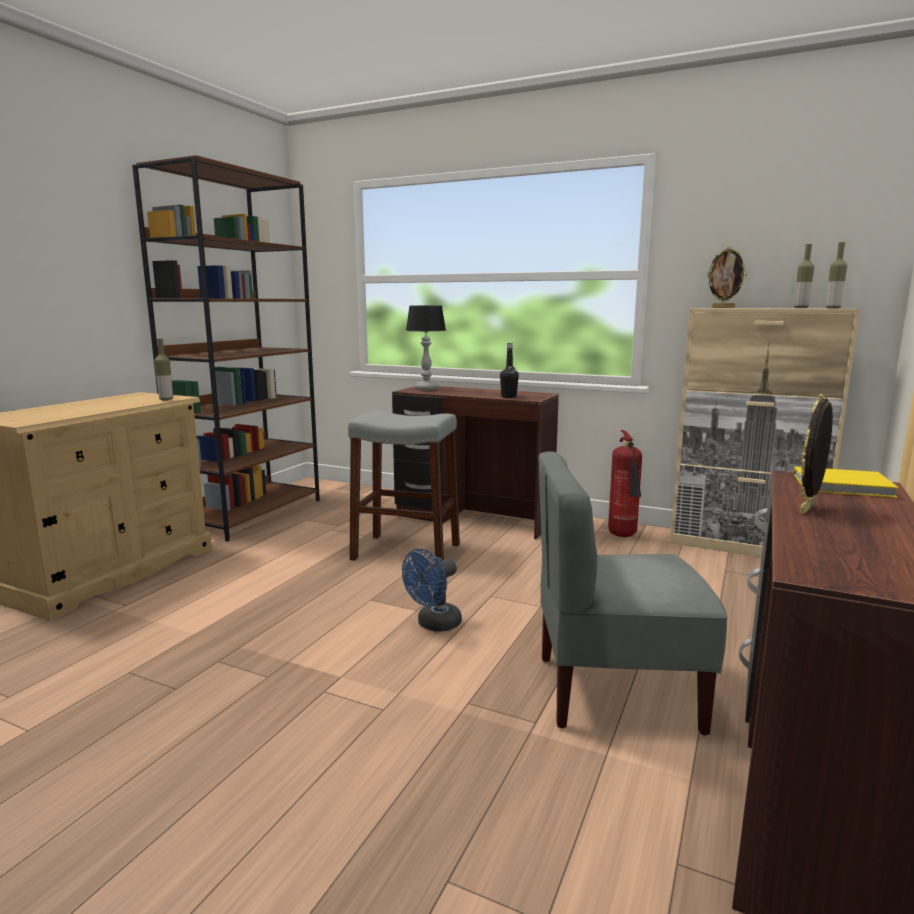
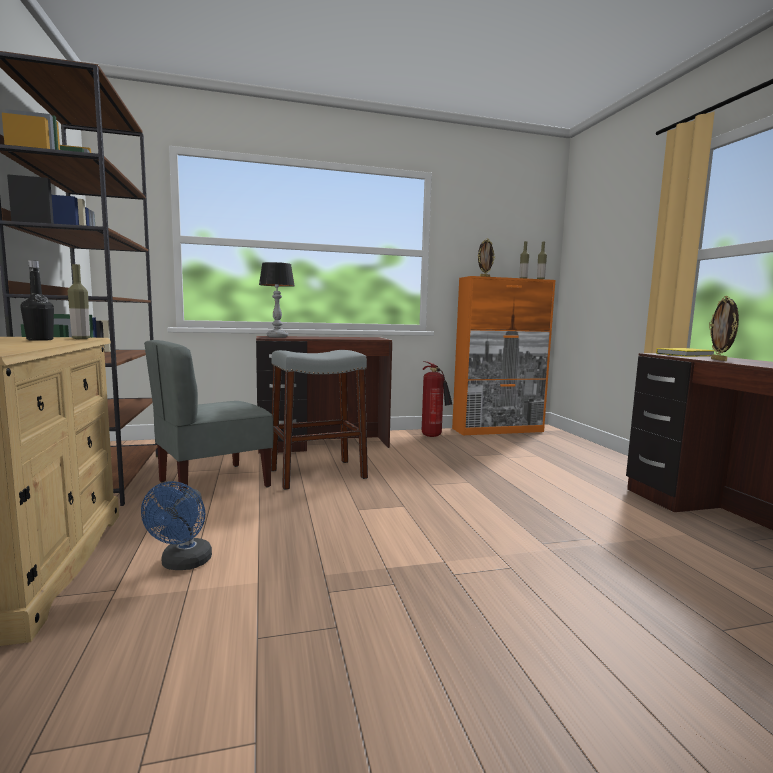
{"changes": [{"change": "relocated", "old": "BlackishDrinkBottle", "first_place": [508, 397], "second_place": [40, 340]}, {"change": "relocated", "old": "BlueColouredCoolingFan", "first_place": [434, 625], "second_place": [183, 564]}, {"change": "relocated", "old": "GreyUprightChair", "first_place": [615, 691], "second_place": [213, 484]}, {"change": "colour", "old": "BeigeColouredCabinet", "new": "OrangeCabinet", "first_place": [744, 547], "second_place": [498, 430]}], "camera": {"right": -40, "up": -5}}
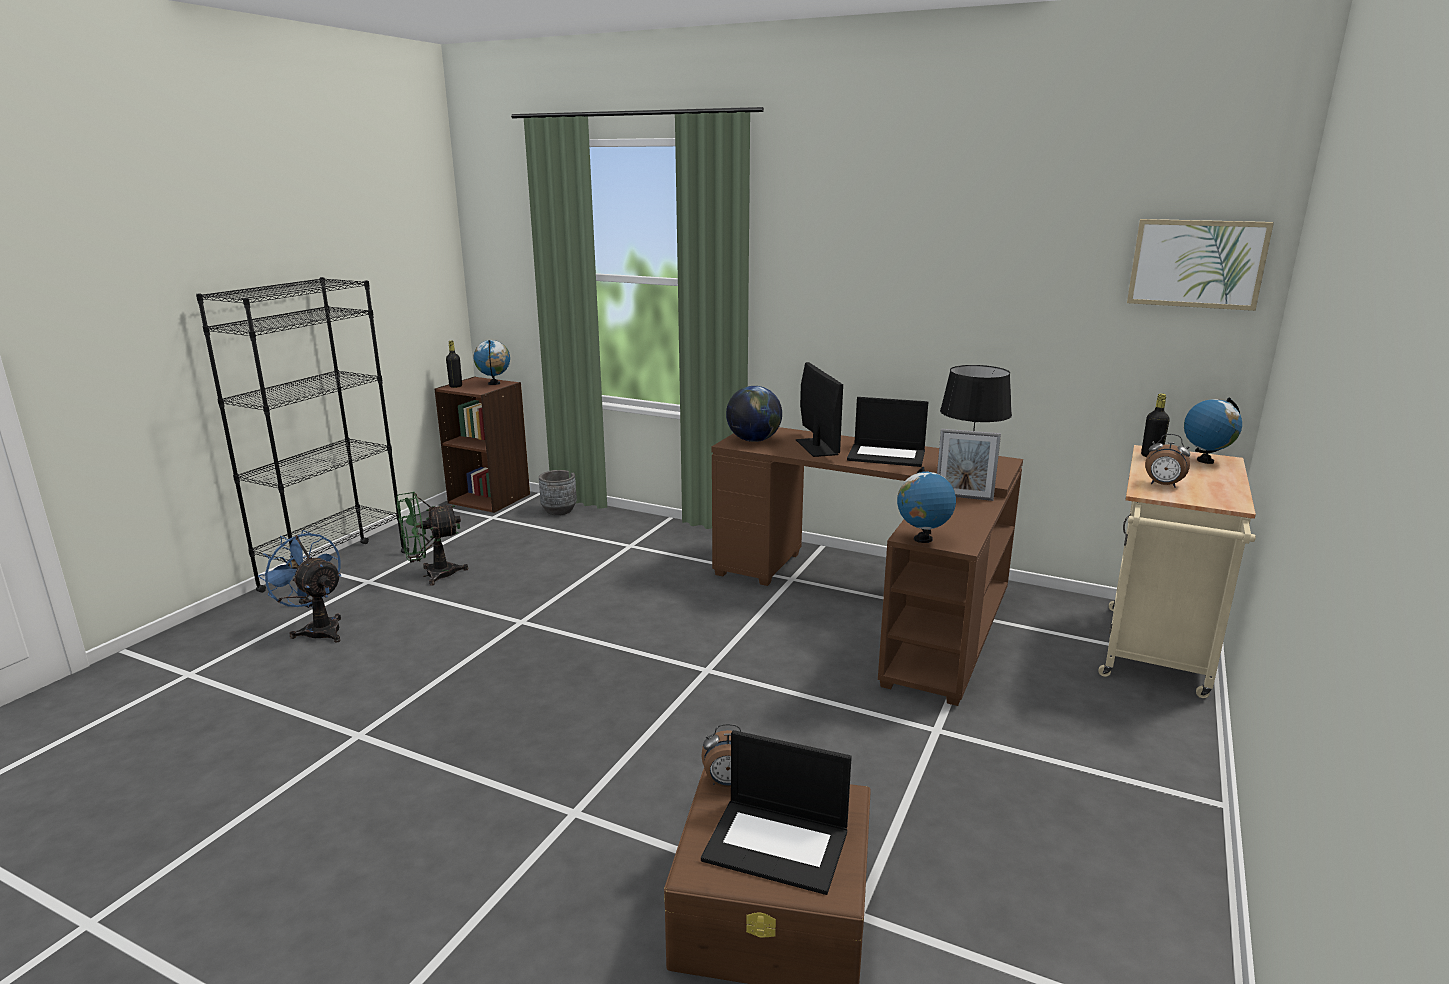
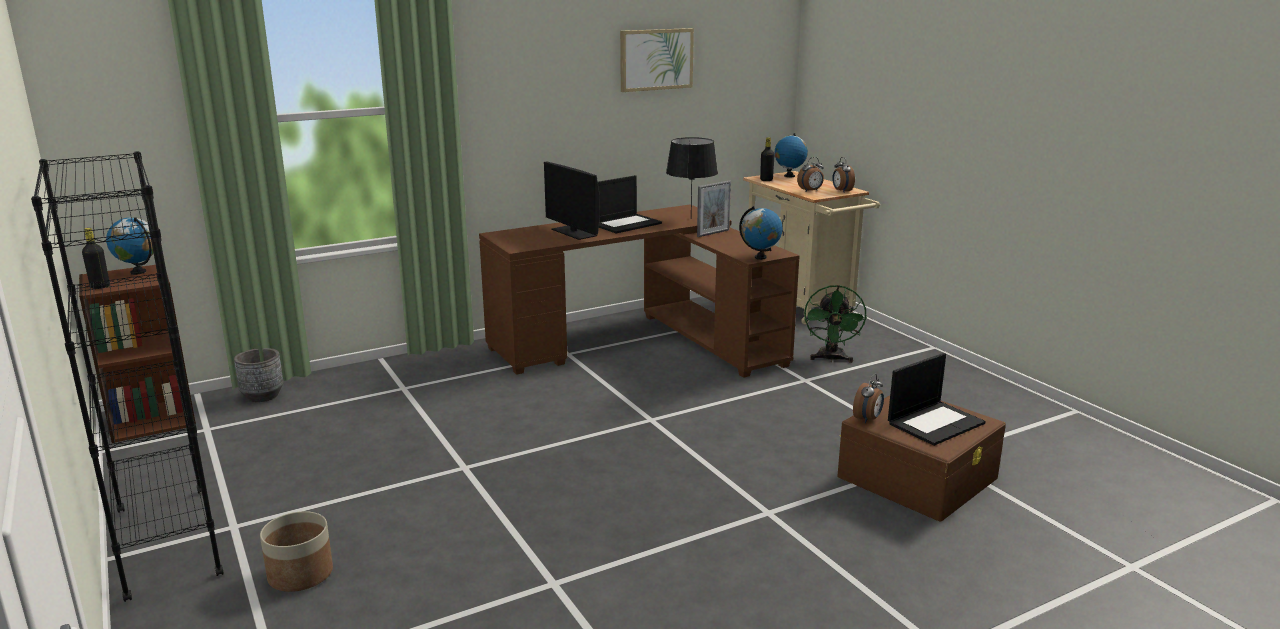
{"changes": [{"change": "exchanged", "old": "BlueColouredCoolingFan", "new": "PlantPot", "first_place": [318, 629], "second_place": [301, 574]}, {"change": "spun", "old": "ComputerDisplay", "first_place": [816, 447], "second_place": [574, 232], "degrees": -150}, {"change": "relocated", "old": "WallArt", "first_place": [1196, 263], "second_place": [656, 59]}, {"change": "relocated", "old": "GreenColouredCoolingFan", "first_place": [432, 575], "second_place": [831, 359]}, {"change": "appeared", "new": "AlarmClock", "second_place": [841, 191]}, {"change": "missing", "old": "WorldGlobe", "first_place": [754, 440]}], "camera": {"right": -55, "up": 0}}
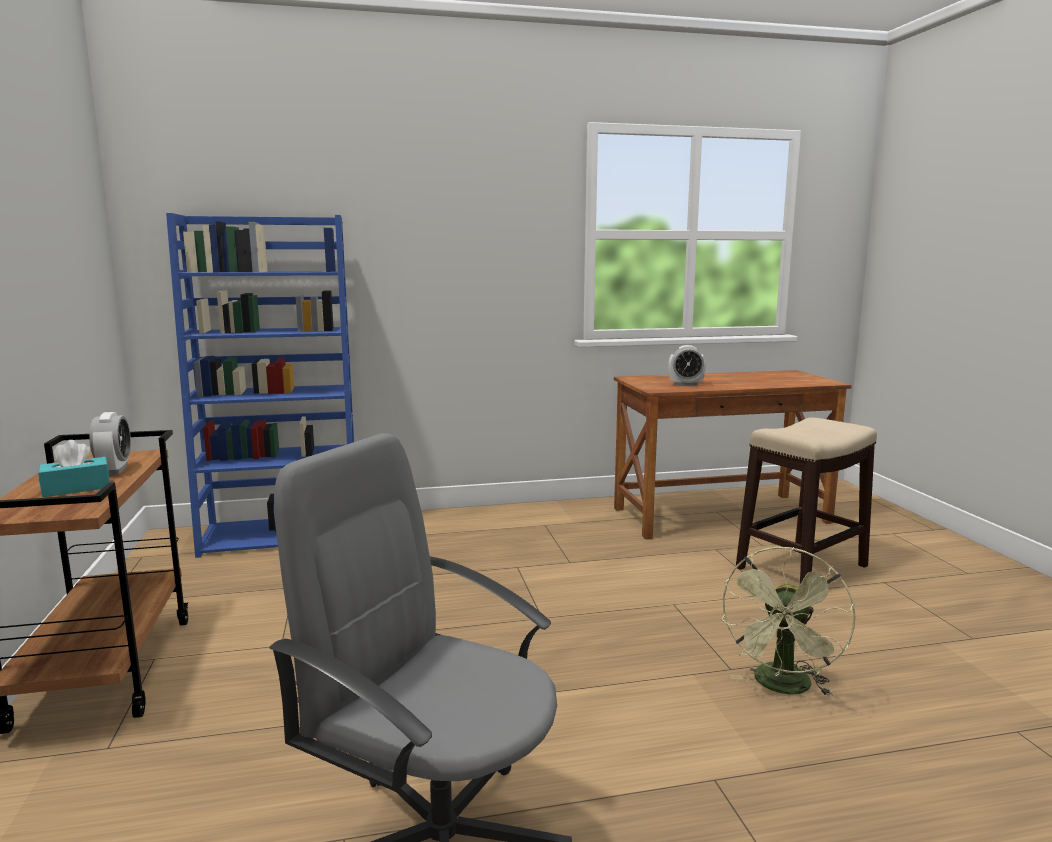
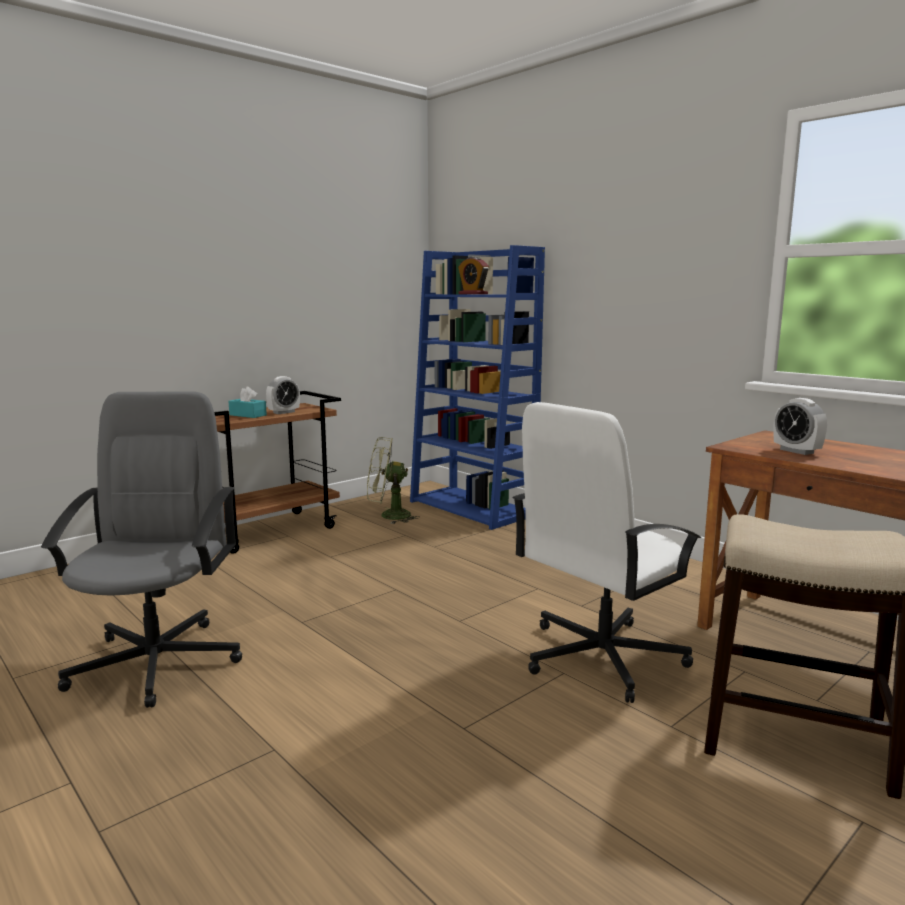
{"changes": [{"change": "relocated", "old": "GreenColouredCoolingFan", "first_place": [782, 687], "second_place": [388, 516]}, {"change": "appeared", "new": "AlarmClock", "second_place": [473, 294]}, {"change": "appeared", "new": "WhiteComputerChair", "second_place": [600, 657]}], "camera": {"right": 60, "up": 0}}
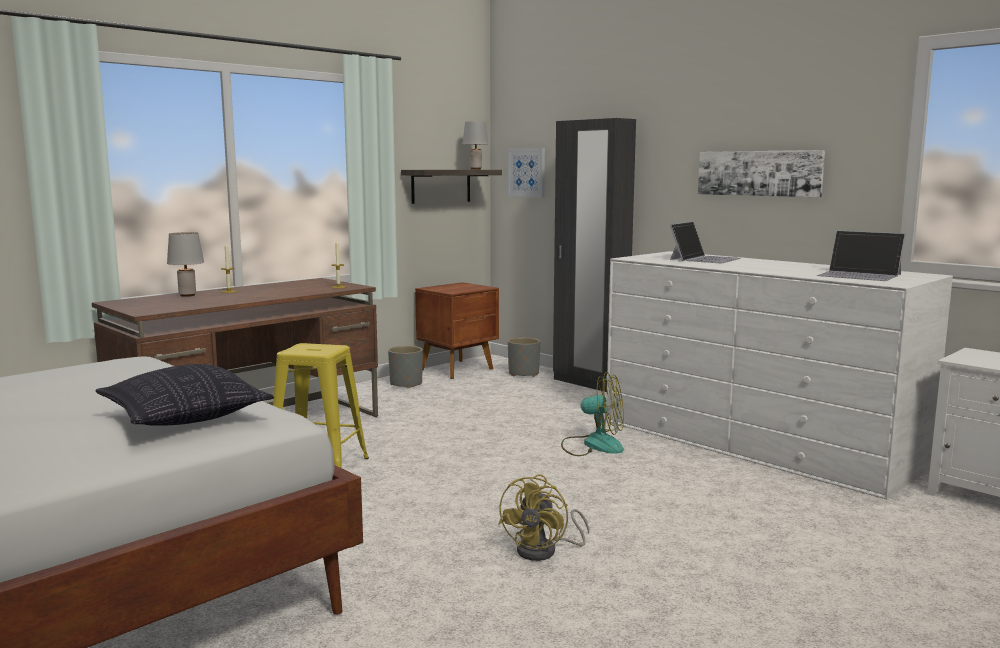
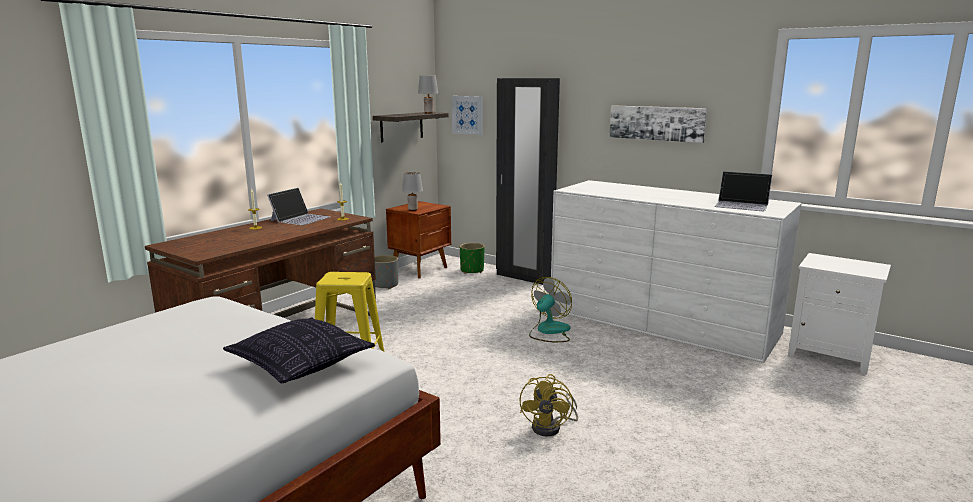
{"changes": [{"change": "relocated", "old": "Laptop", "first_place": [704, 259], "second_place": [300, 219]}, {"change": "relocated", "old": "GreyTableLamp", "first_place": [187, 295], "second_place": [412, 210]}, {"change": "colour", "old": "GreyPlantPot", "new": "GreenColouredPlantPot", "first_place": [523, 373], "second_place": [472, 270]}, {"change": "spun", "old": "CoolingFan", "first_place": [593, 445], "second_place": [549, 331], "degrees": -60}], "camera": {"right": -10, "up": 5}}
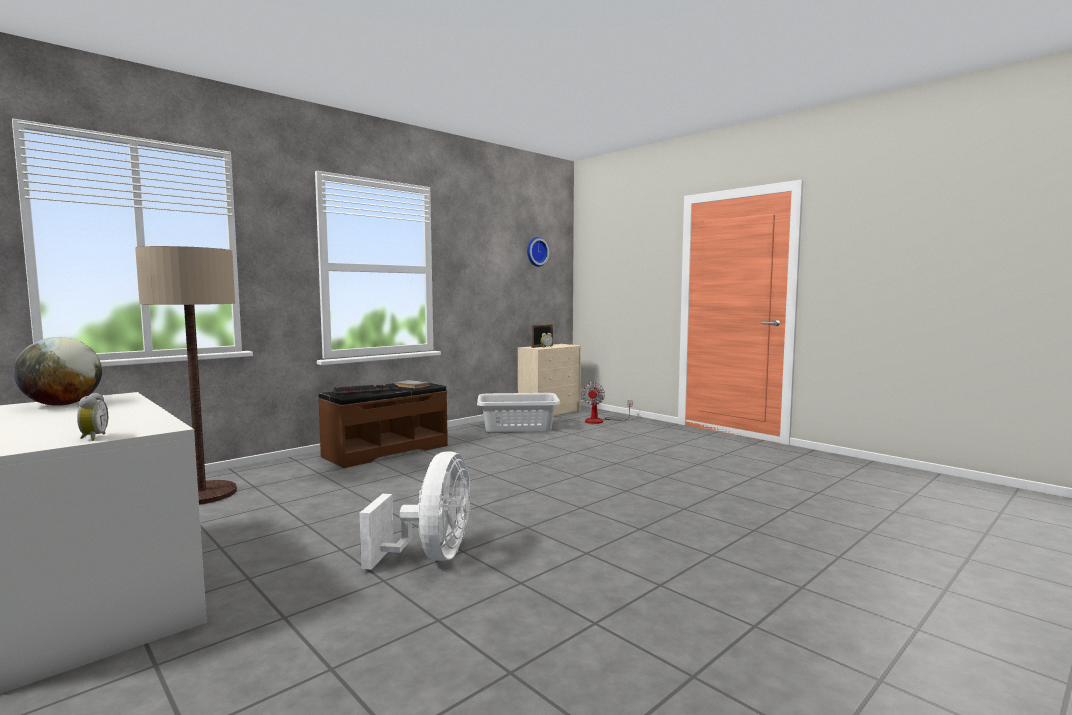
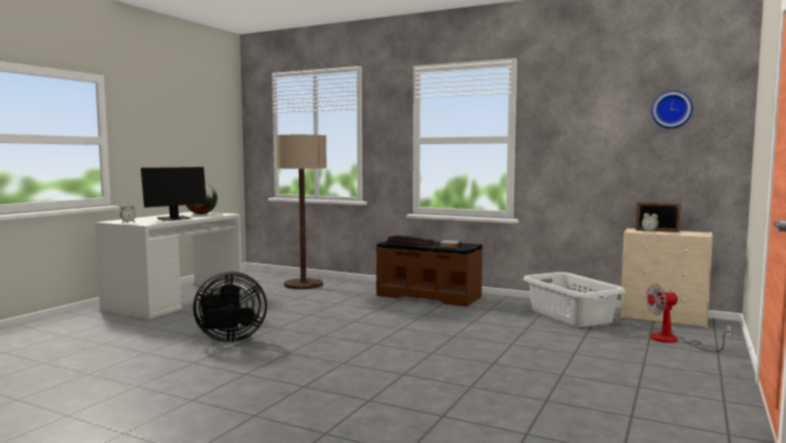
{"changes": [{"change": "appeared", "new": "ComputerDisplay", "second_place": [174, 219]}, {"change": "colour", "old": "WhiteCoolingFan", "new": "BlackishCoolingFan", "first_place": [432, 556], "second_place": [229, 338]}], "camera": {"right": 70, "up": 0}}
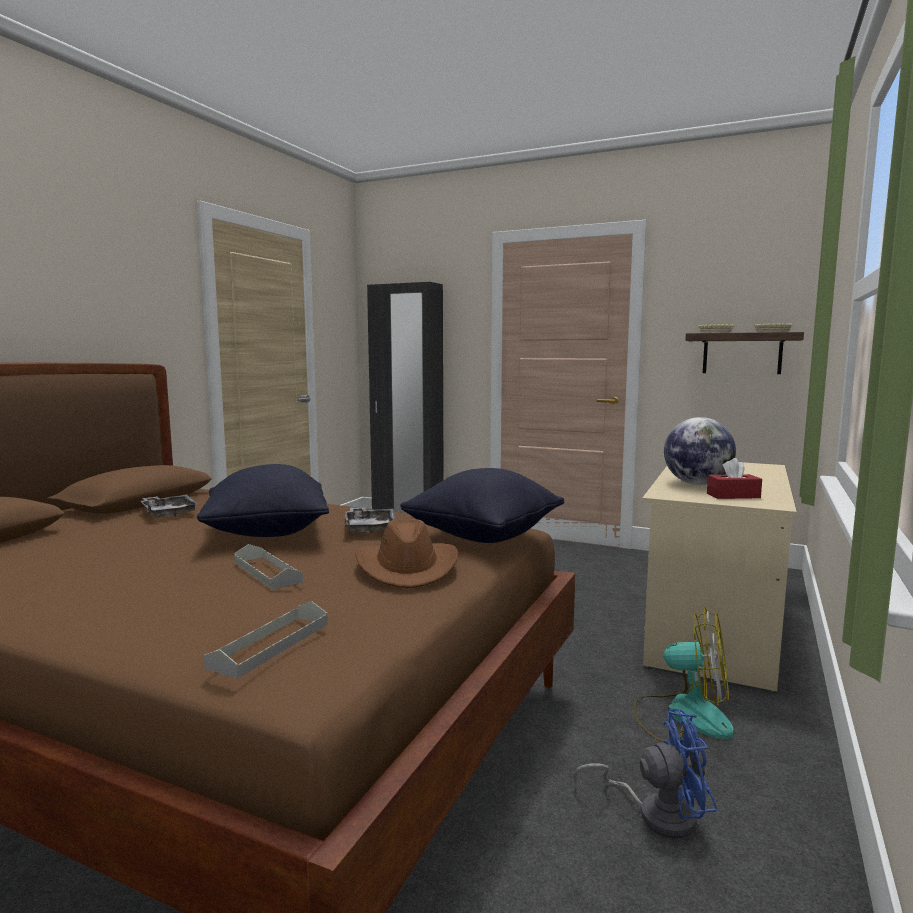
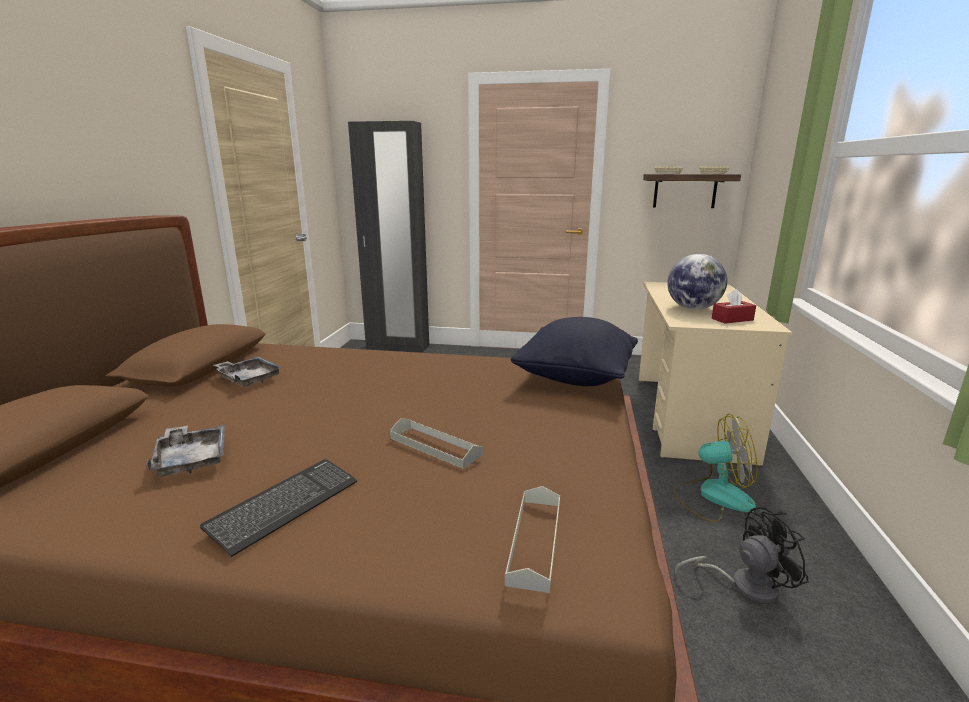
{"changes": [{"change": "relocated", "old": "GreyCarryingTray", "first_place": [369, 528], "second_place": [191, 459]}, {"change": "appeared", "new": "ComputerKeyboard", "second_place": [285, 506]}, {"change": "colour", "old": "BlueColouredCoolingFan", "new": "BlackishCoolingFan", "first_place": [656, 813], "second_place": [743, 585]}, {"change": "missing", "old": "BlackishCushion", "first_place": [267, 533]}, {"change": "missing", "old": "BrownHat", "first_place": [407, 568]}], "camera": {"right": -15, "up": 10}}
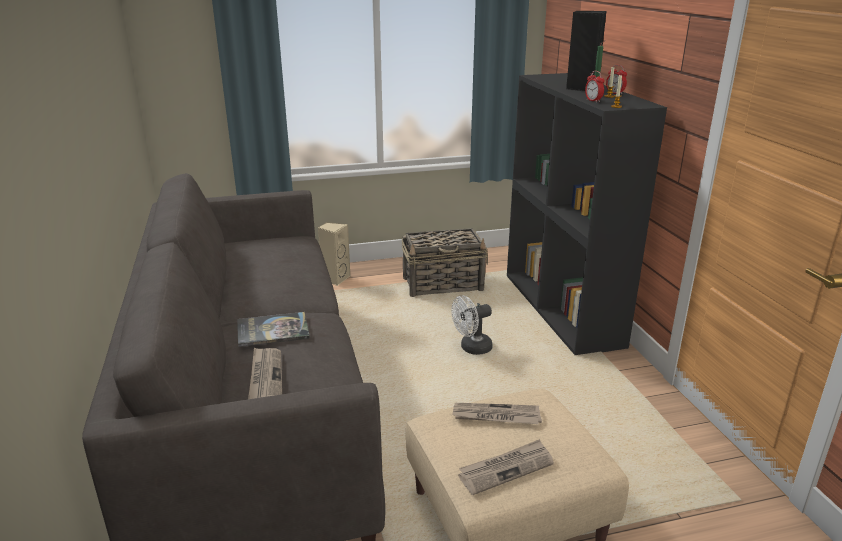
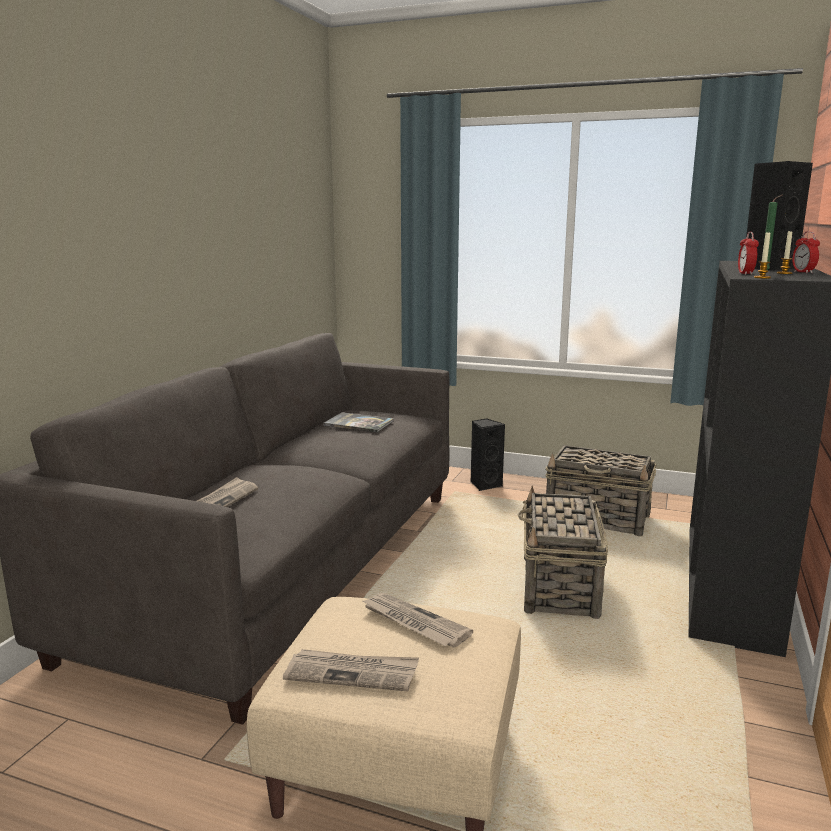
{"changes": [{"change": "relocated", "old": "BoundBook", "first_place": [273, 330], "second_place": [359, 424]}, {"change": "colour", "old": "BeigeColouredLoudspeaker", "new": "BlackishLoudspeaker", "first_place": [335, 279], "second_place": [485, 485]}, {"change": "exchanged", "old": "WhiteCoolingFan", "new": "HouseholdBasket", "first_place": [471, 348], "second_place": [559, 588]}], "camera": {"right": 35, "up": -10}}
